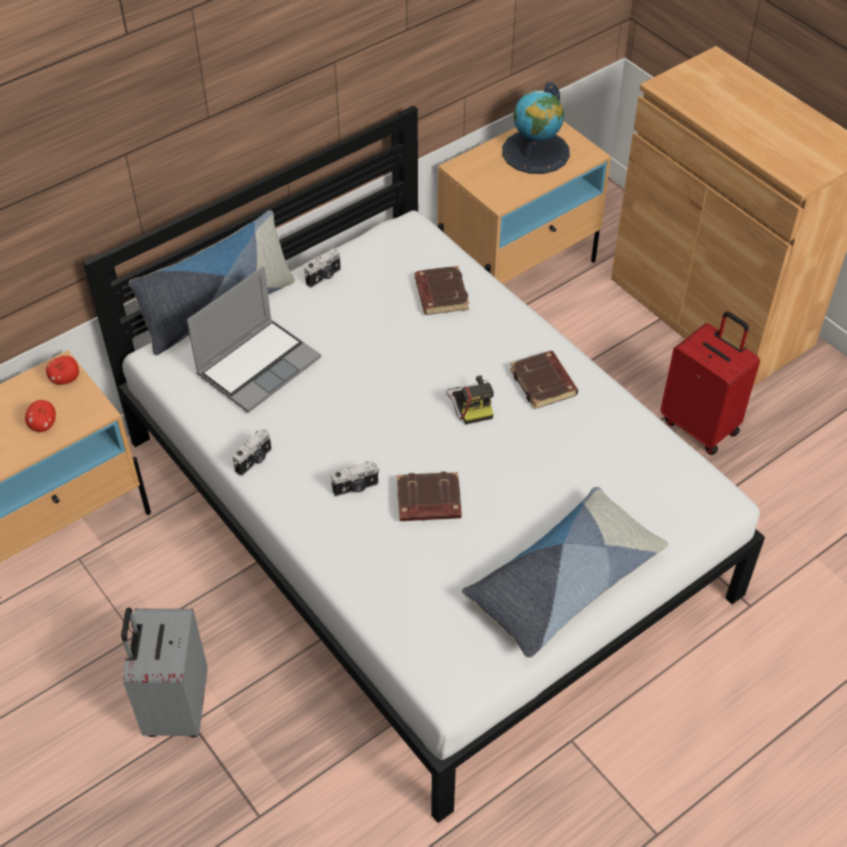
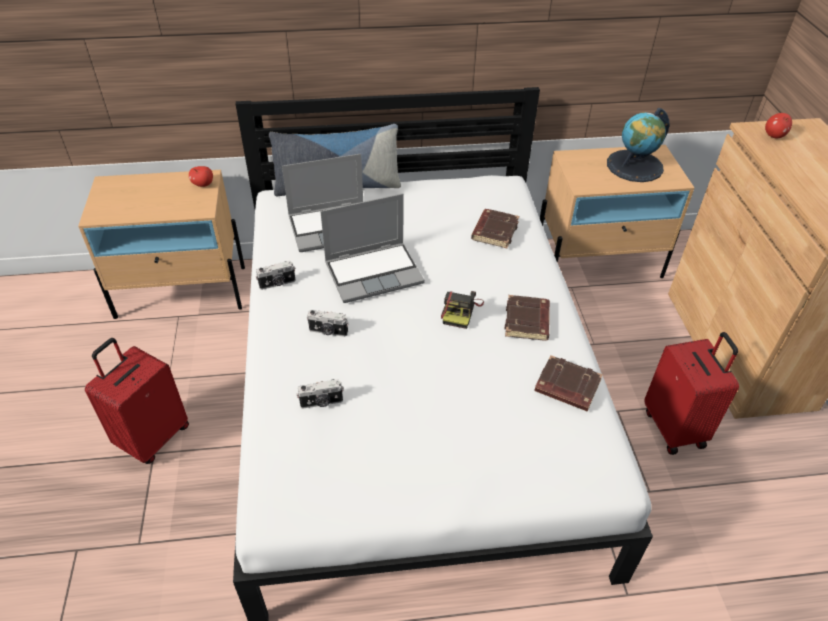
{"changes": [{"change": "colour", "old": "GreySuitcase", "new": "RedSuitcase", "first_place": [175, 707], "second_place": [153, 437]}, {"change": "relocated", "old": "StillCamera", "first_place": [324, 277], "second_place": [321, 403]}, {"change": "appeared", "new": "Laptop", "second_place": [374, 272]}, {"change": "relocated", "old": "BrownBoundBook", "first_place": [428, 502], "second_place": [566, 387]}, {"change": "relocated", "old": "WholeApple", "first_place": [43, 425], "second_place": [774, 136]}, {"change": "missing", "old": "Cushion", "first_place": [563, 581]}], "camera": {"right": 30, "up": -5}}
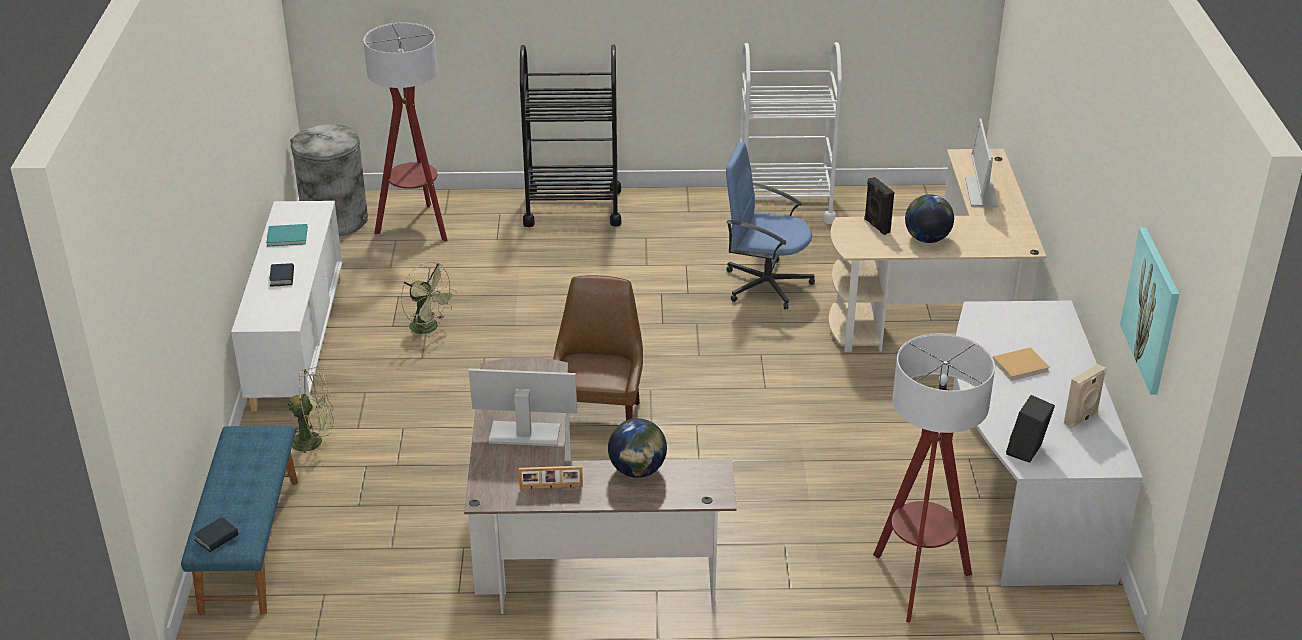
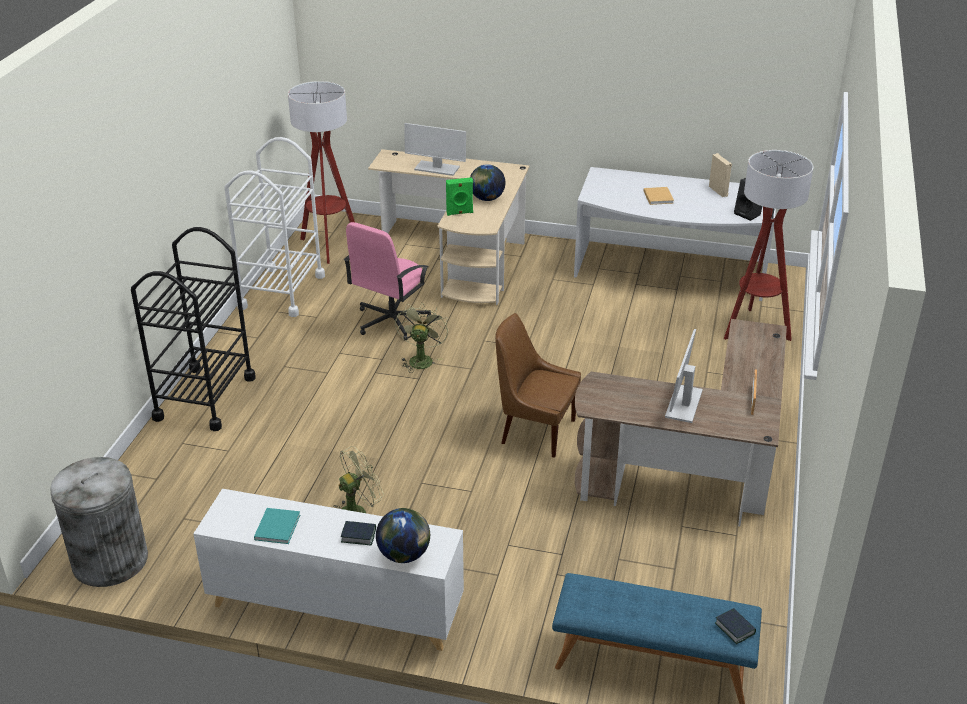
{"changes": [{"change": "relocated", "old": "FloorLamp", "first_place": [417, 226], "second_place": [329, 246]}, {"change": "colour", "old": "BlueColouredComputerChair", "new": "PinkishComputerChair", "first_place": [765, 284], "second_place": [391, 321]}, {"change": "relocated", "old": "WorldGlobe", "first_place": [637, 470], "second_place": [404, 555]}, {"change": "relocated", "old": "GreenColouredCoolingFan", "first_place": [314, 441], "second_place": [421, 359]}, {"change": "colour", "old": "BlackishLoudspeaker", "new": "GreenColouredLoudspeaker", "first_place": [876, 226], "second_place": [460, 213]}, {"change": "missing", "old": "WallArt", "first_place": [1151, 310]}], "camera": {"right": -75, "up": 0}}
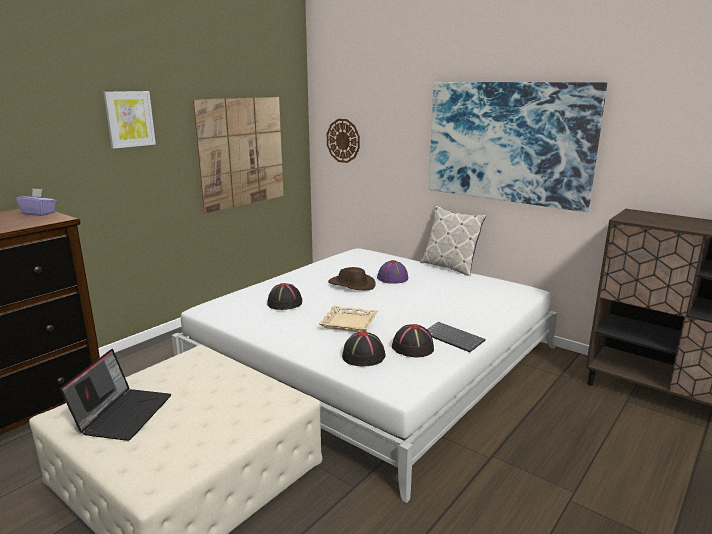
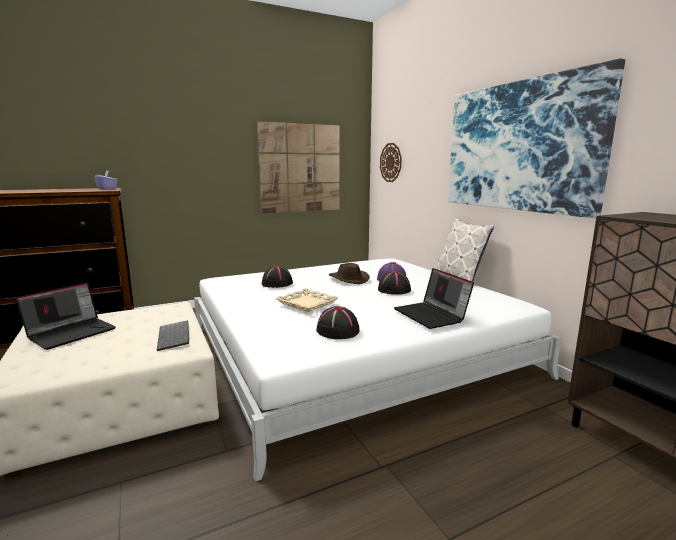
{"changes": [{"change": "relocated", "old": "ComputerKeyboard", "first_place": [454, 338], "second_place": [175, 337]}, {"change": "relocated", "old": "BlackishHat", "first_place": [364, 356], "second_place": [394, 290]}, {"change": "appeared", "new": "Laptop", "second_place": [432, 315]}, {"change": "missing", "old": "WallArt", "first_place": [129, 119]}], "camera": {"right": 25, "up": -5}}
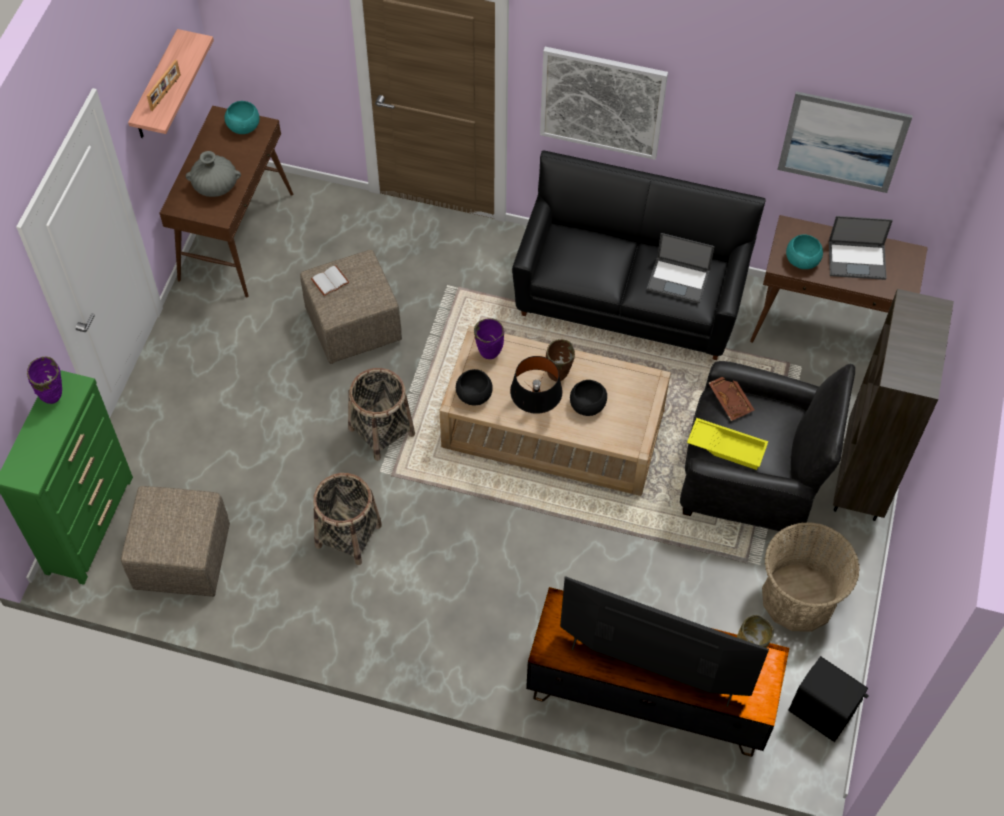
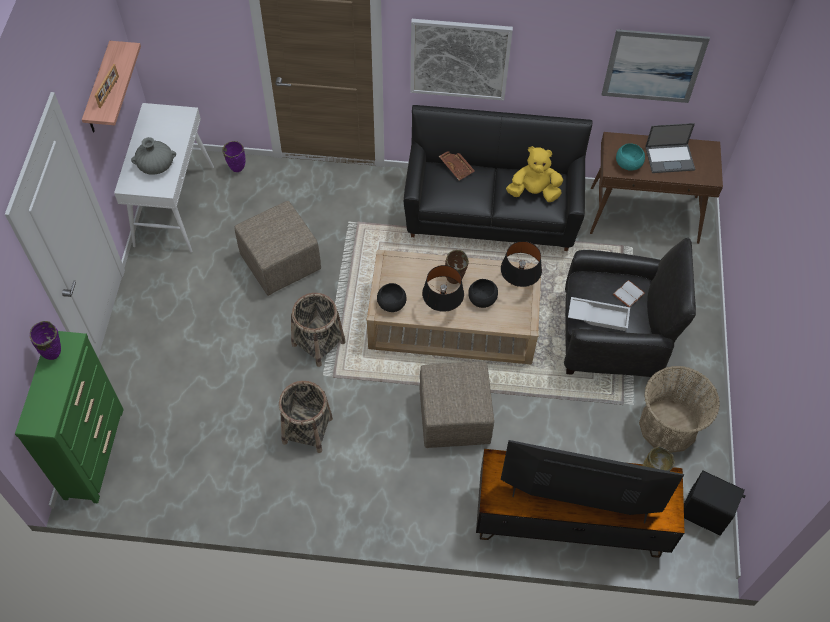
{"changes": [{"change": "colour", "old": "BrownHallTable", "new": "WhiteHallTable", "first_place": [236, 236], "second_place": [174, 205]}, {"change": "relocated", "old": "PurplishDecorativeVase", "first_place": [488, 355], "second_place": [237, 169]}, {"change": "relocated", "old": "BeigeColouredPouffe", "first_place": [182, 556], "second_place": [453, 417]}, {"change": "relocated", "old": "BrownCarryingTray", "first_place": [731, 399], "second_place": [457, 166]}, {"change": "appeared", "new": "BlackishTableLamp", "second_place": [518, 284]}, {"change": "exchanged", "old": "Laptop", "new": "YellowPlushToy", "first_place": [679, 280], "second_place": [534, 192]}, {"change": "colour", "old": "YellowCarryingTray", "new": "WhiteCarryingTray", "first_place": [727, 446], "second_place": [598, 316]}, {"change": "relocated", "old": "WhiteBoundBook", "first_place": [330, 280], "second_place": [628, 293]}, {"change": "missing", "old": "TurquoiseColouredDeepDish", "first_place": [243, 126]}, {"change": "missing", "old": "BrownBookcase", "first_place": [862, 480]}], "camera": {"right": -10, "up": 0}}
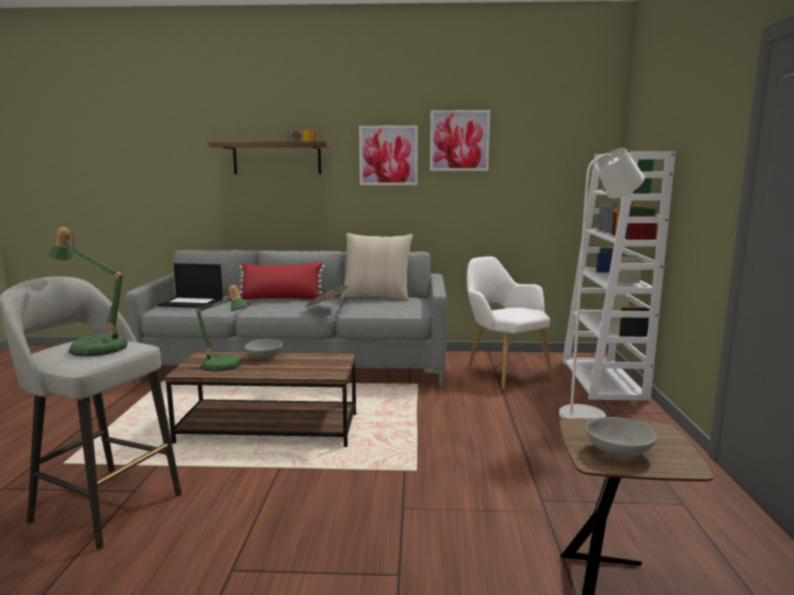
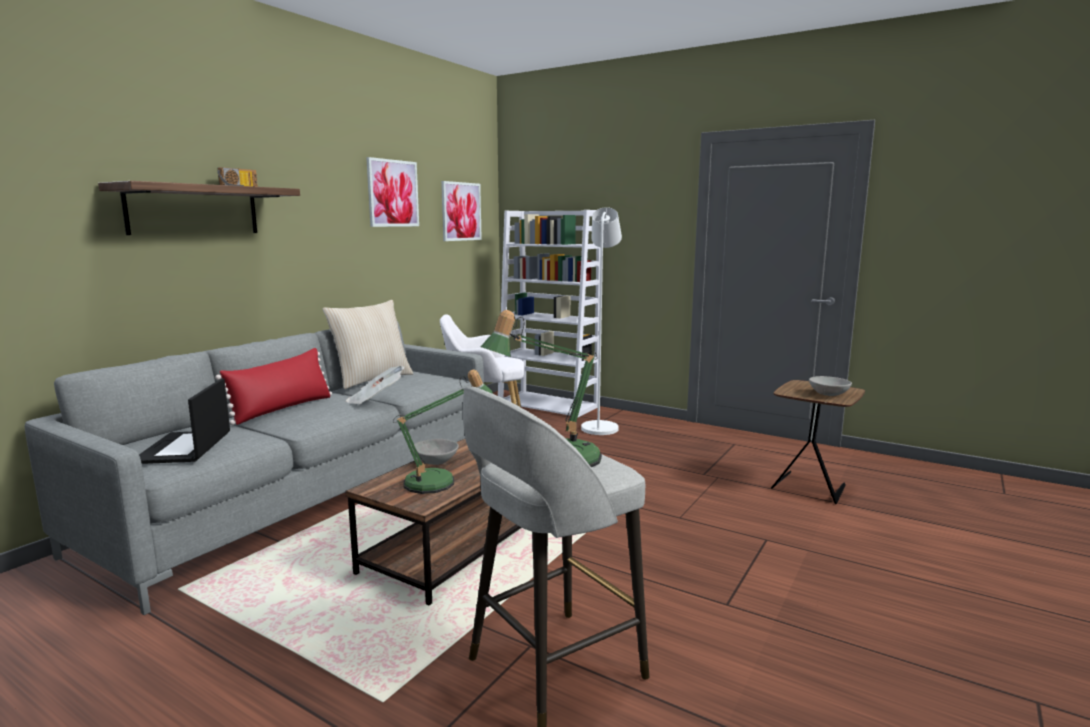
{"changes": [{"change": "spun", "old": "Laptop", "first_place": [192, 303], "second_place": [185, 448], "degrees": 135}, {"change": "relocated", "old": "WallArt", "first_place": [388, 155], "second_place": [461, 211]}], "camera": {"right": -60, "up": 0}}
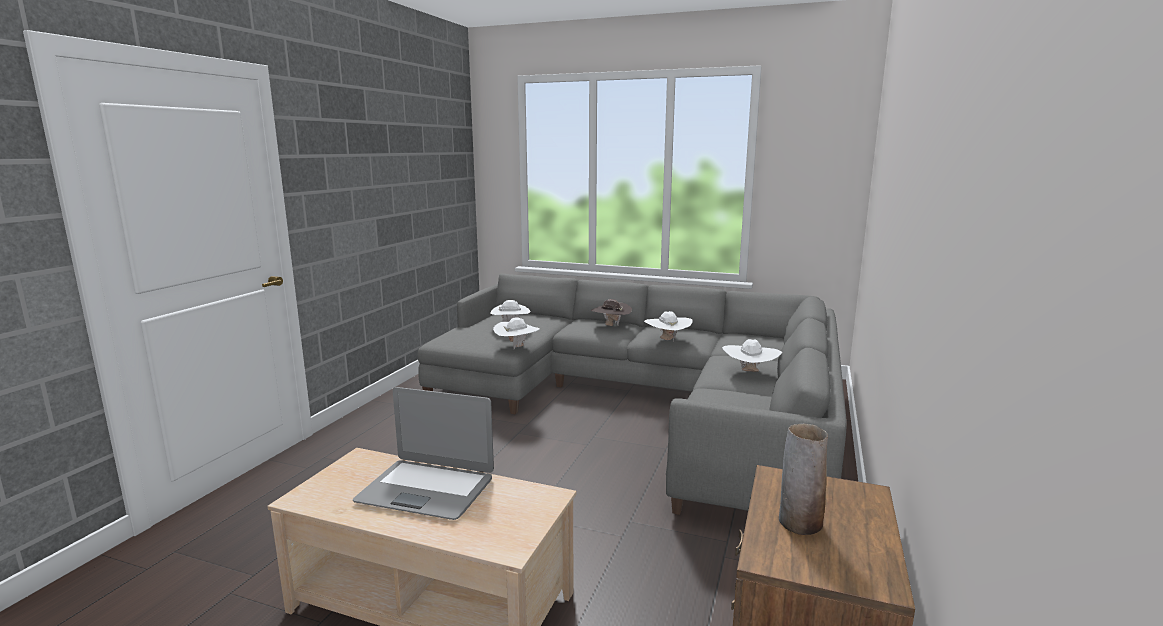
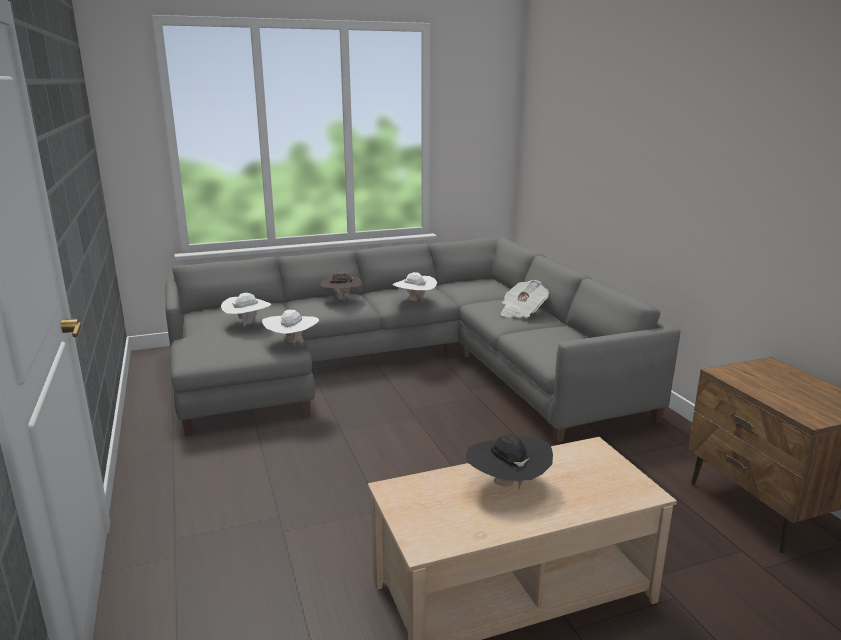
{"changes": [{"change": "exchanged", "old": "Laptop", "new": "BlackishHat", "first_place": [427, 489], "second_place": [507, 485]}, {"change": "exchanged", "old": "WhiteHat", "new": "PrintedPaper", "first_place": [749, 373], "second_place": [522, 312]}, {"change": "missing", "old": "DecorativeVase", "first_place": [799, 524]}], "camera": {"right": -40, "up": 5}}
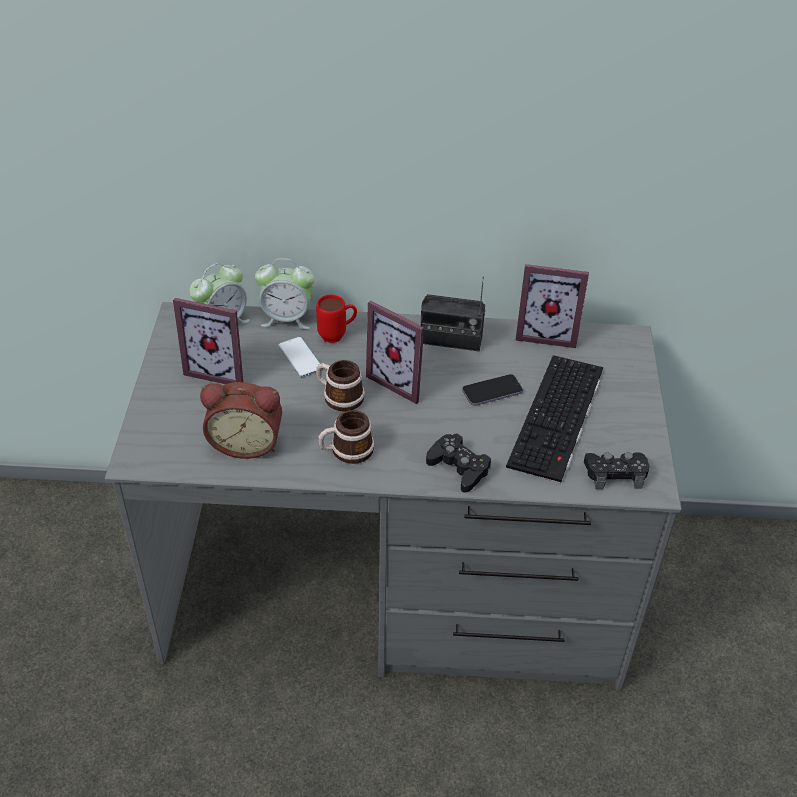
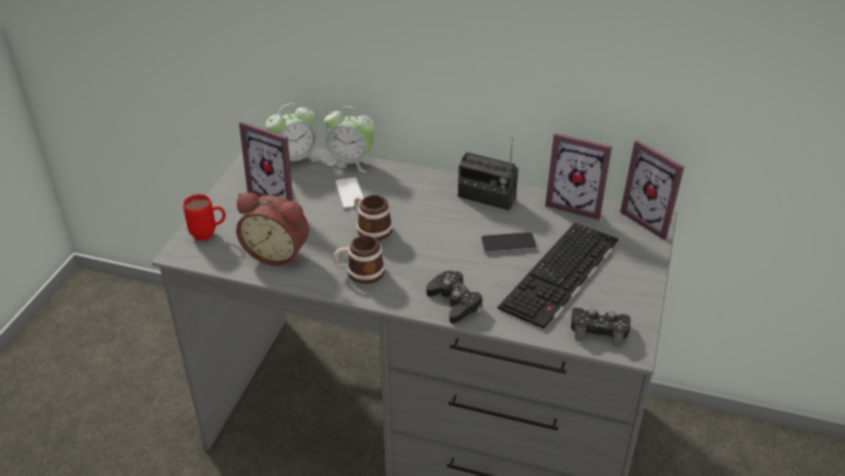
{"changes": [{"change": "relocated", "old": "RedTeaMug", "first_place": [337, 335], "second_place": [209, 234]}, {"change": "relocated", "old": "PhotoFrame", "first_place": [401, 380], "second_place": [652, 219]}], "camera": {"right": 15, "up": -5}}
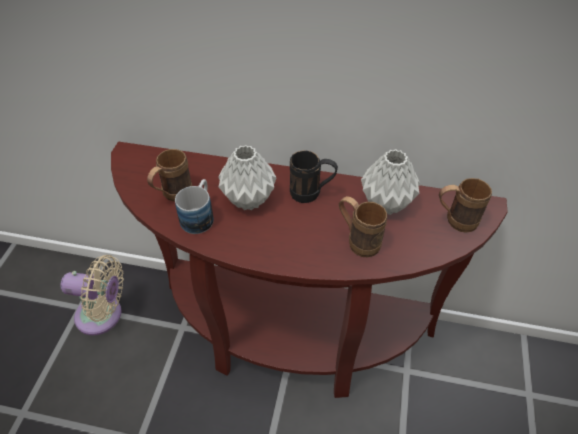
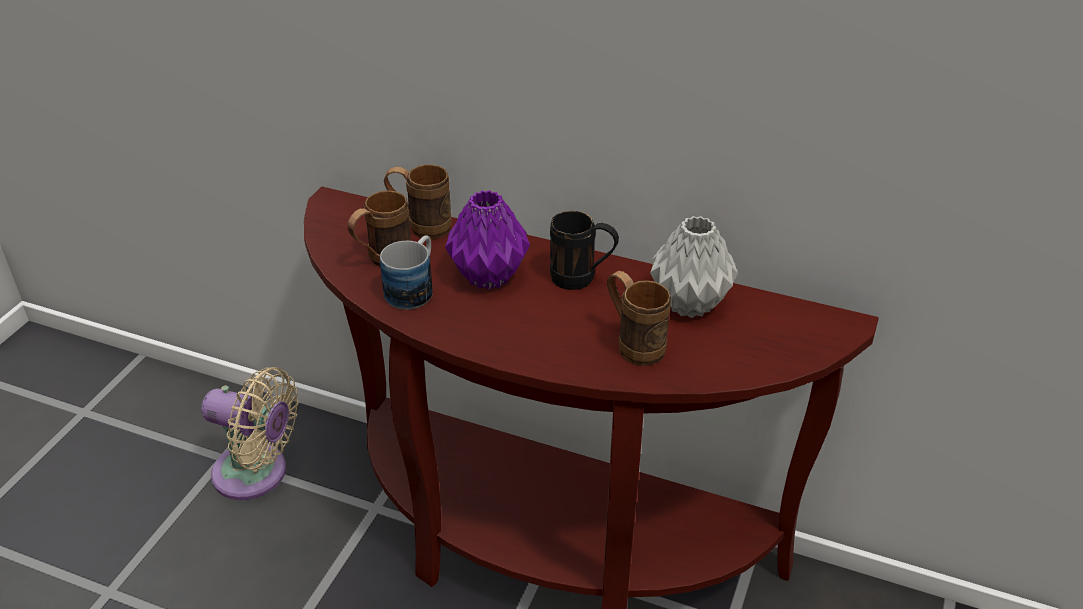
{"changes": [{"change": "relocated", "old": "BrownTeaMug", "first_place": [454, 221], "second_place": [420, 227]}, {"change": "colour", "old": "GreyDecorativeVase", "new": "PurplishDecorativeVase", "first_place": [249, 199], "second_place": [490, 276]}], "camera": {"right": 10, "up": -10}}
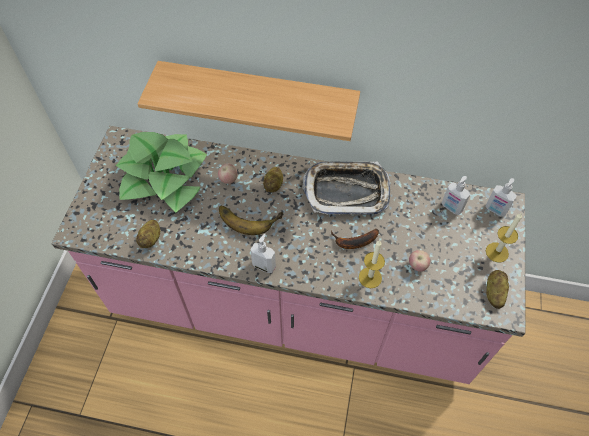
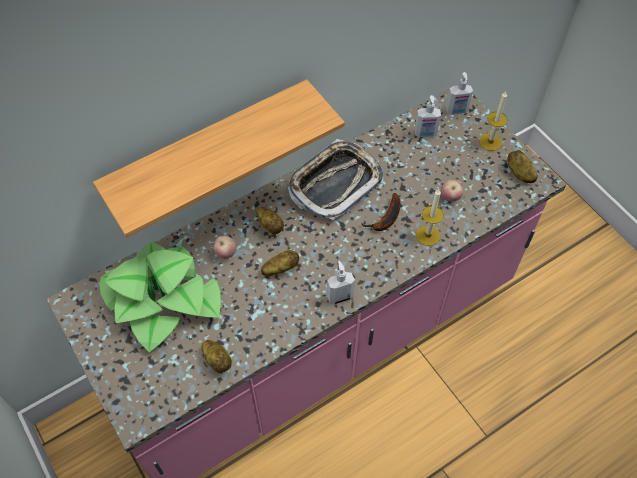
{"changes": [{"change": "exchanged", "old": "BananaFruit", "new": "Spud", "first_place": [249, 216], "second_place": [280, 268]}], "camera": {"right": -45, "up": 0}}
